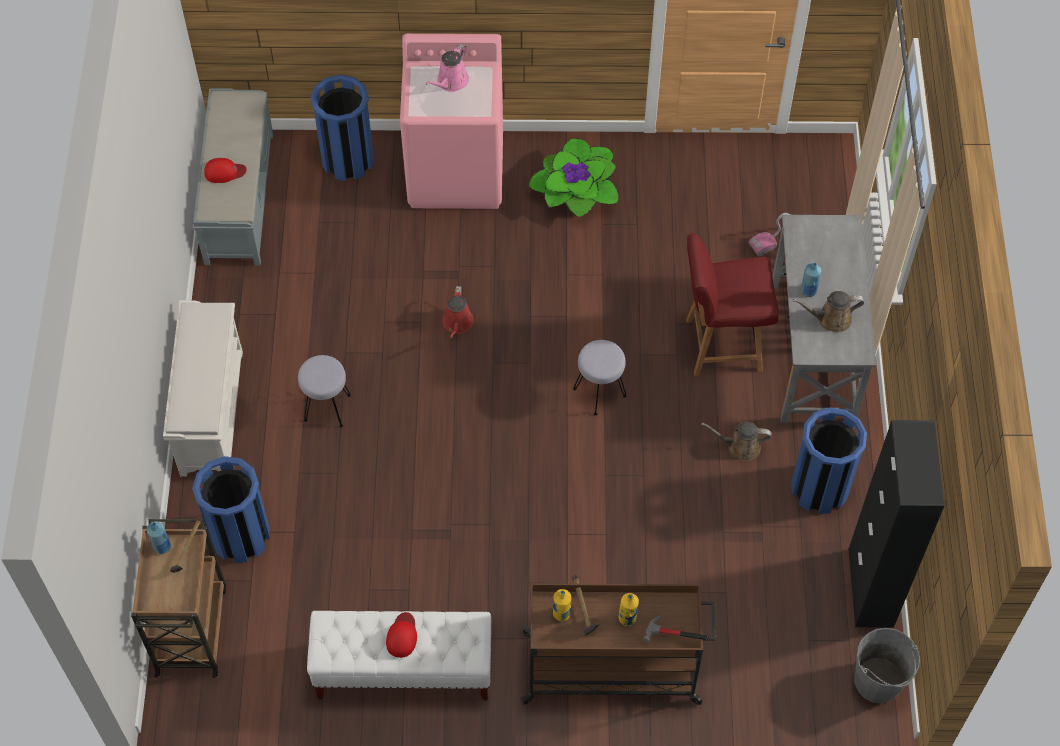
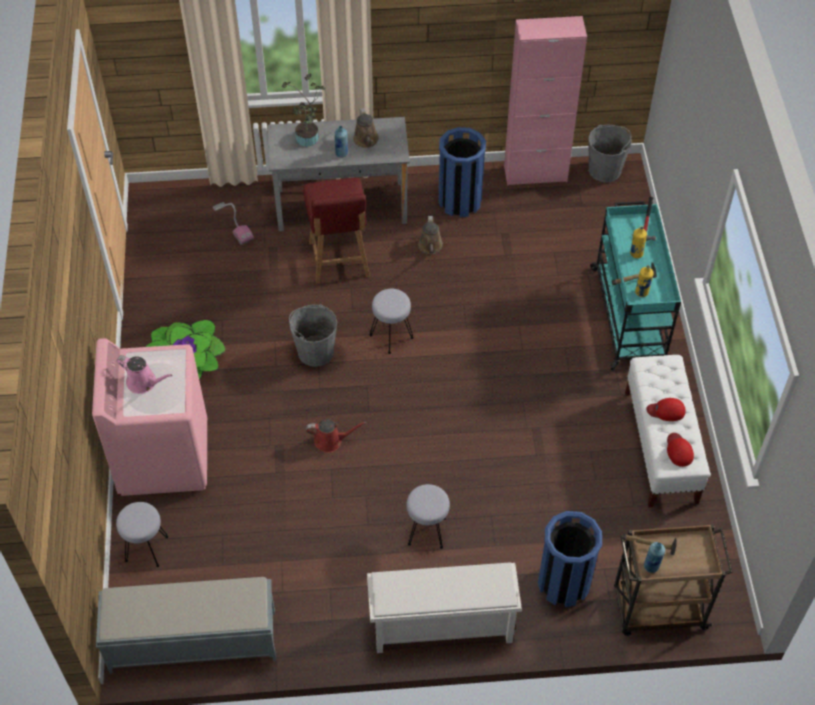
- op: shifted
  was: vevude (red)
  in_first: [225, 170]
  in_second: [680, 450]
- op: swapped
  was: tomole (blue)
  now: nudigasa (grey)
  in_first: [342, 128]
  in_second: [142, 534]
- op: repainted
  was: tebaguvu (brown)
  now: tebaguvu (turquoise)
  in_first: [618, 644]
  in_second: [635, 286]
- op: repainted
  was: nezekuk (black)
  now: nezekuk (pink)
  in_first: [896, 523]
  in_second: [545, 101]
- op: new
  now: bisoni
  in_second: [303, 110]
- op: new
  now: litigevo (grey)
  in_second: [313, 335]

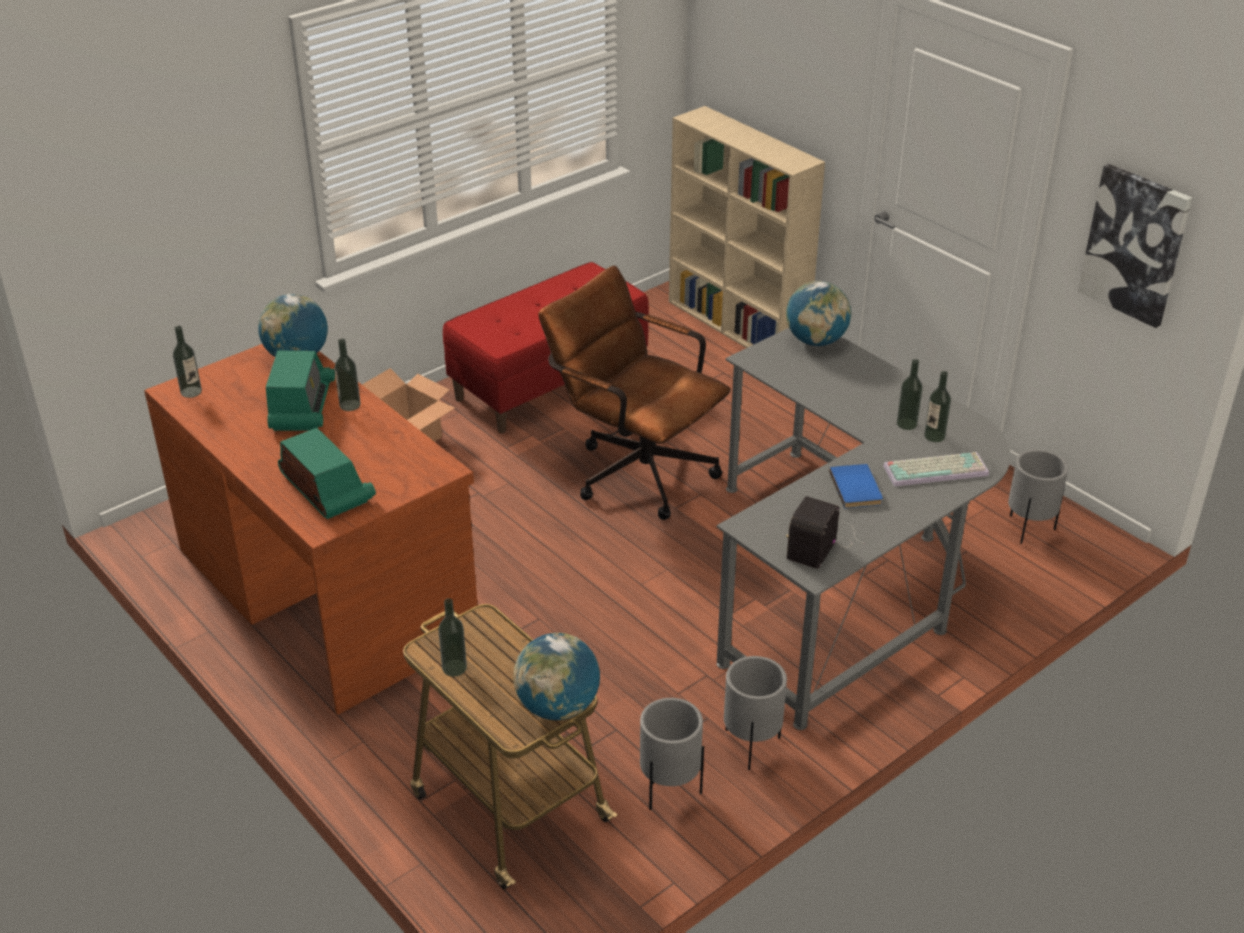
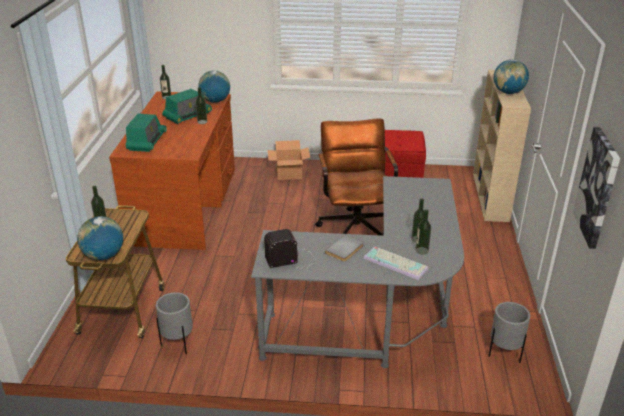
- op: gone
  was: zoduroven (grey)
  in_first: [755, 713]
- op: shifted
  was: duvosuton
  in_first: [818, 313]
  in_second: [511, 76]
- op: repainted
  was: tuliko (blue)
  now: tuliko (grey)
  in_first: [856, 486]
  in_second: [344, 248]

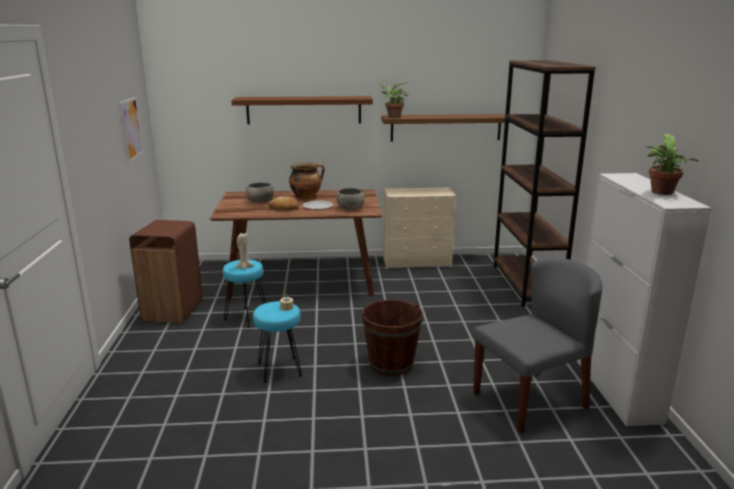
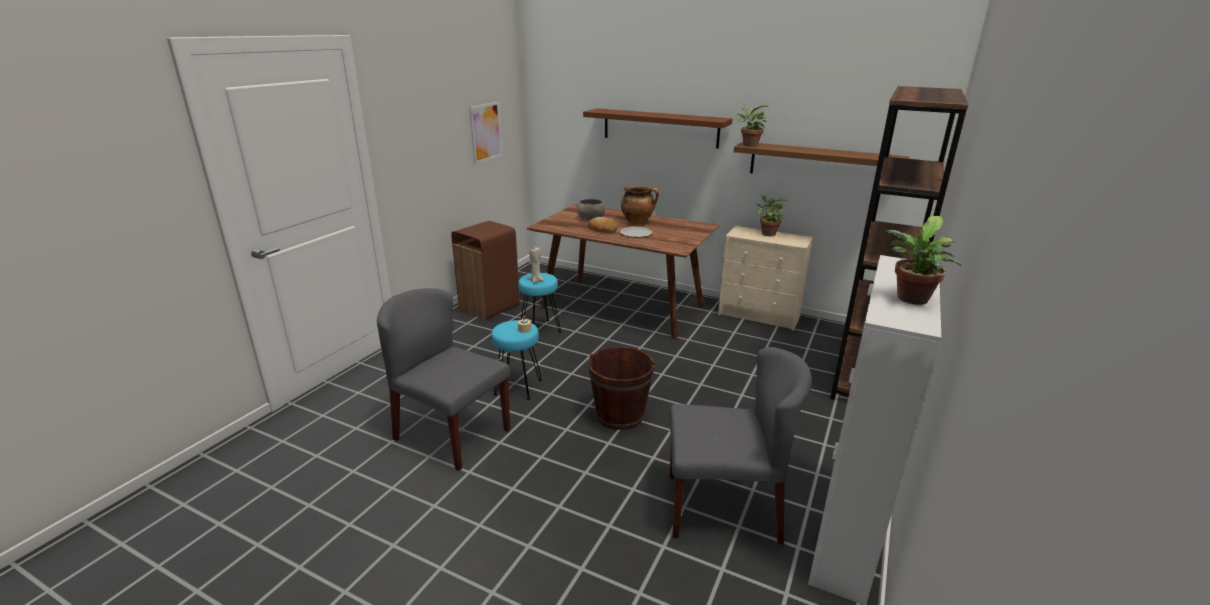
- op: gone
  was: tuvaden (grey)
  in_first: [350, 199]
- op: new
  now: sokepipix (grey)
  in_second: [443, 379]
- op: new
  now: bisoni
  in_second: [771, 215]

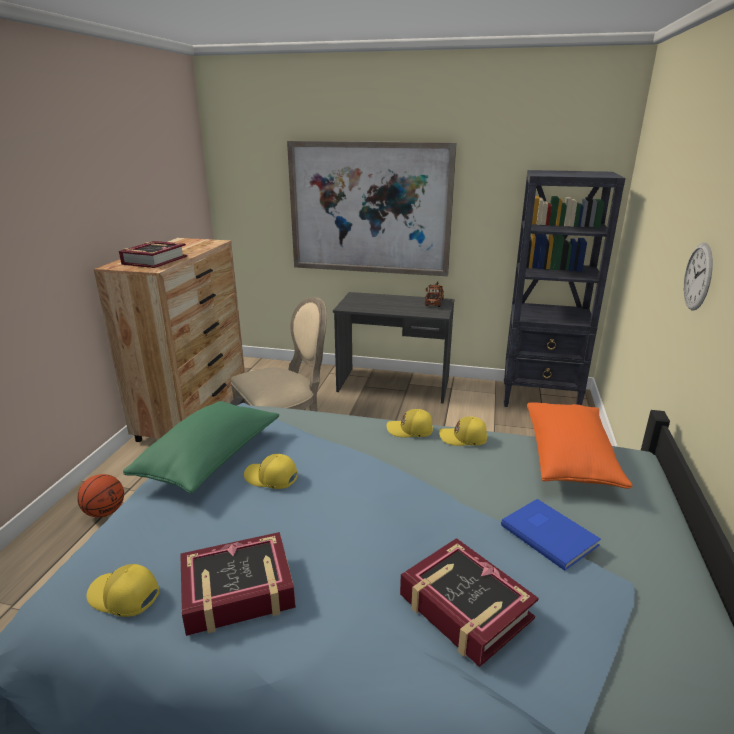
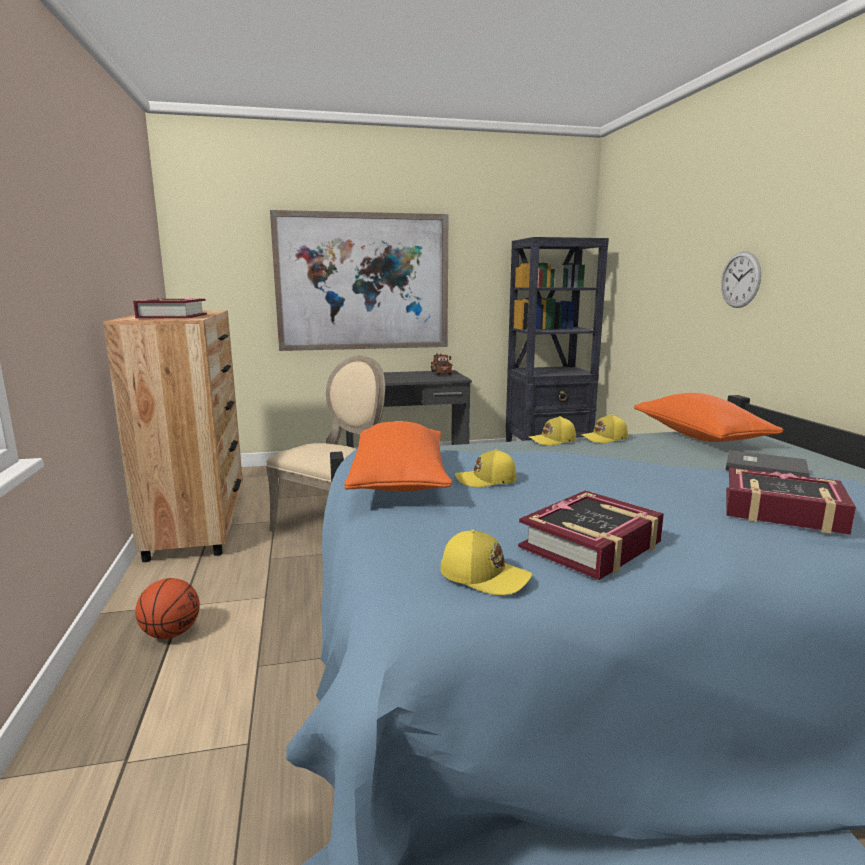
- op: rotated
  was: vevude (yellow)
  in_first: [123, 590]
  in_second: [486, 562]
  clockwise: -150
- op: repainted
  was: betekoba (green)
  now: betekoba (orange)
  in_first: [201, 447]
  in_second: [398, 456]
- op: repainted
  was: tuliko (blue)
  now: tuliko (grey)
  in_first: [551, 535]
  in_second: [768, 463]

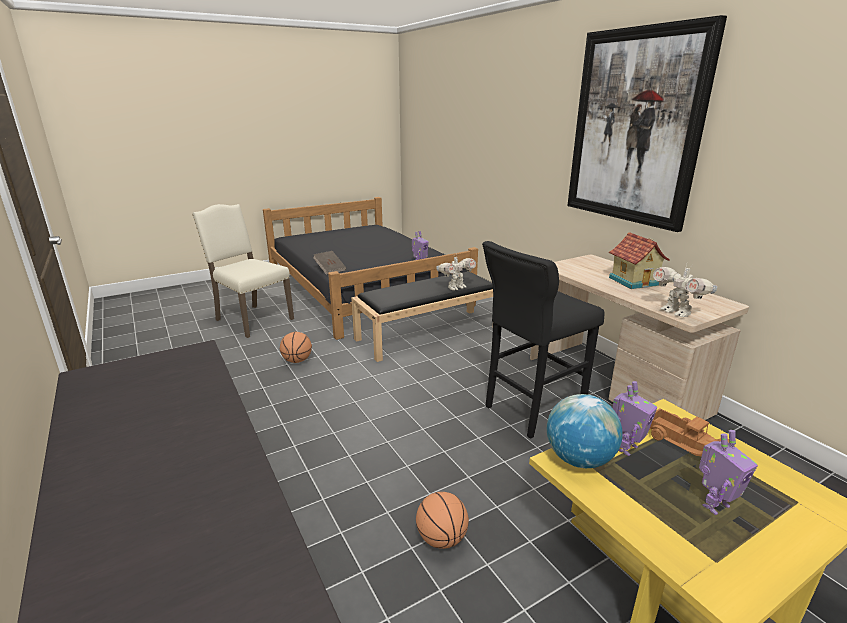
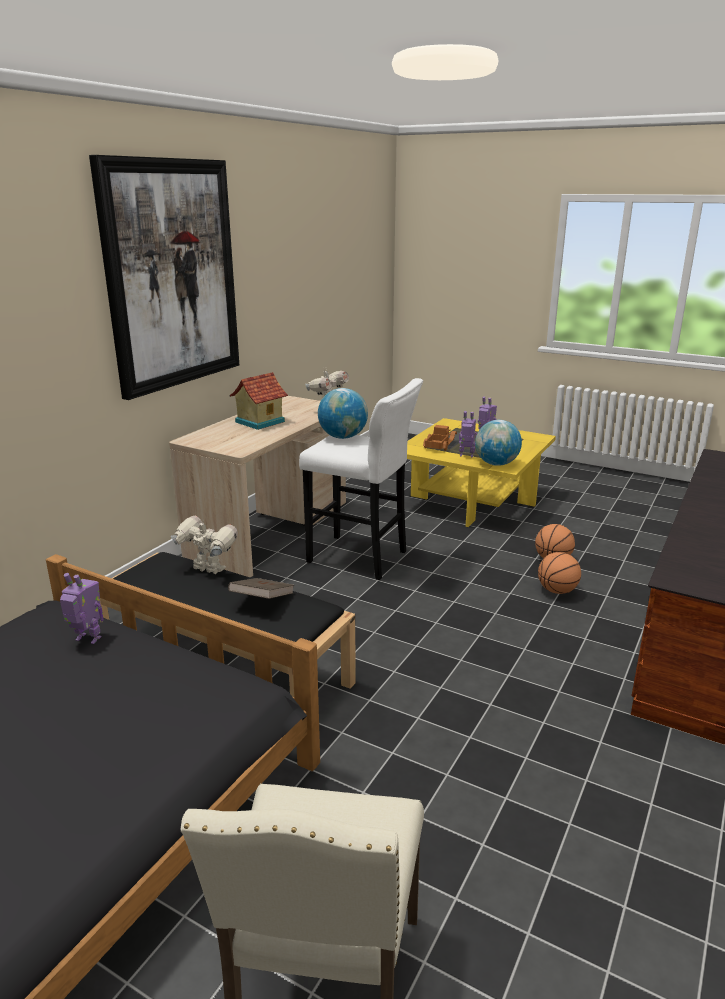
- op: shifted
  was: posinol
  in_first: [296, 347]
  in_second: [559, 573]
- op: shifted
  was: tuliko (brown)
  in_first: [330, 263]
  in_second: [261, 588]
- op: repainted
  was: nudigasa (black)
  now: nudigasa (white)
  in_first: [543, 340]
  in_second: [361, 479]
- op: new
  now: duvosuton
  in_second: [343, 413]

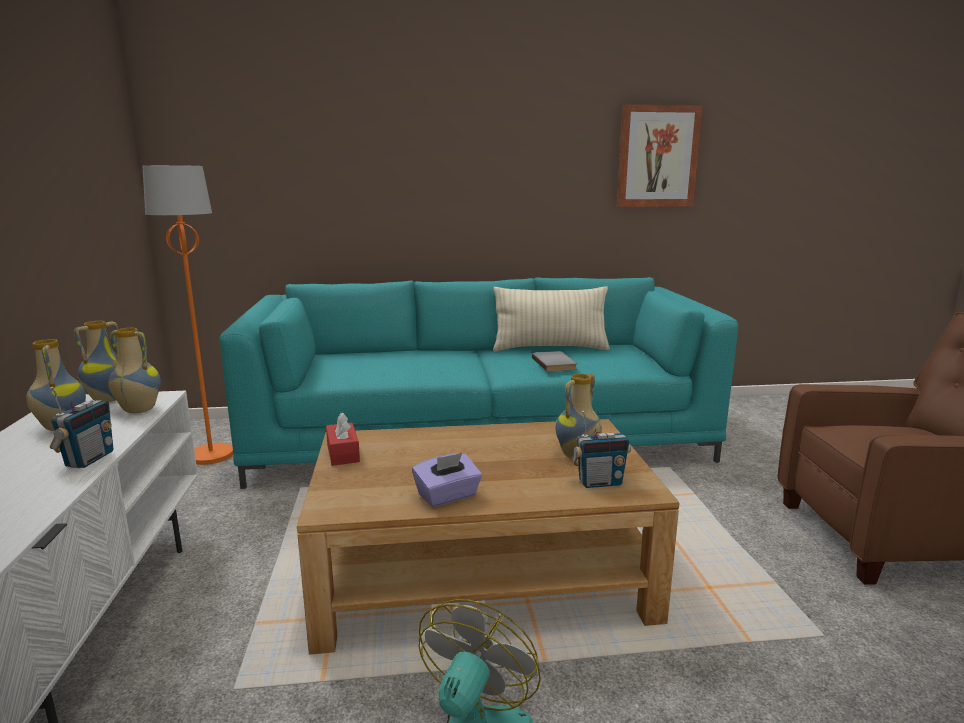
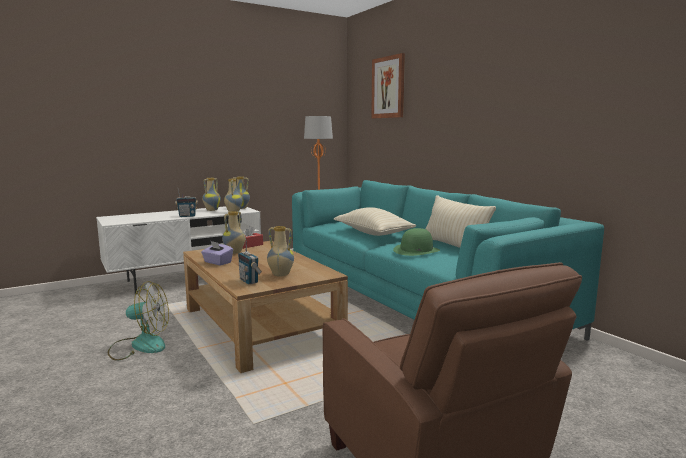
- op: swapped
  was: tuliko (grey)
  now: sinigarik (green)
  in_first: [554, 361]
  in_second: [416, 242]
- op: shifted
  was: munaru
  in_first: [660, 155]
  in_second: [388, 86]
- op: new
  now: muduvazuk
  in_second: [233, 232]
- op: new
  now: betekoba (beige)
  in_second: [375, 221]

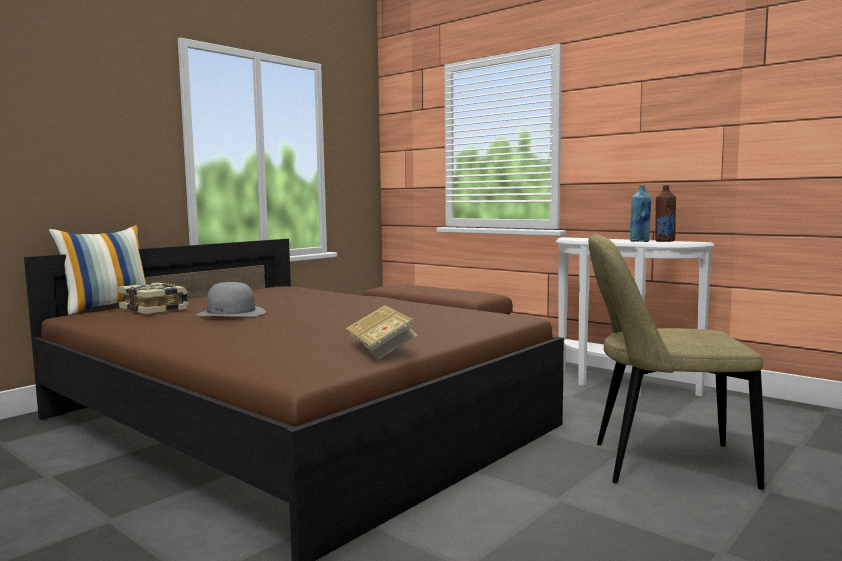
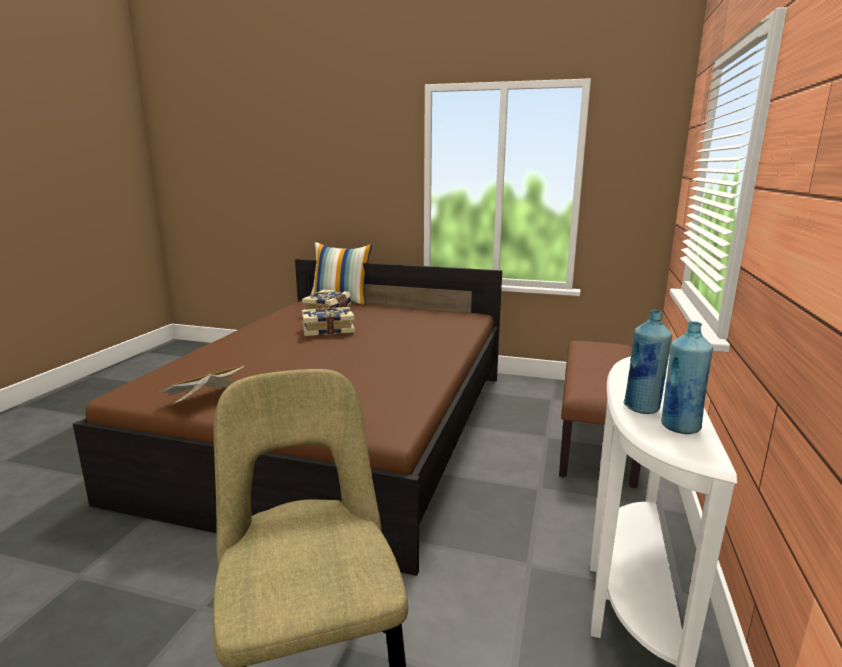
- op: swapped
  was: sinigarik (grey)
  now: tuliko
  in_first: [231, 299]
  in_second: [328, 321]
- op: repainted
  was: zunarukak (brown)
  now: zunarukak (blue)
  in_first: [665, 213]
  in_second: [687, 377]

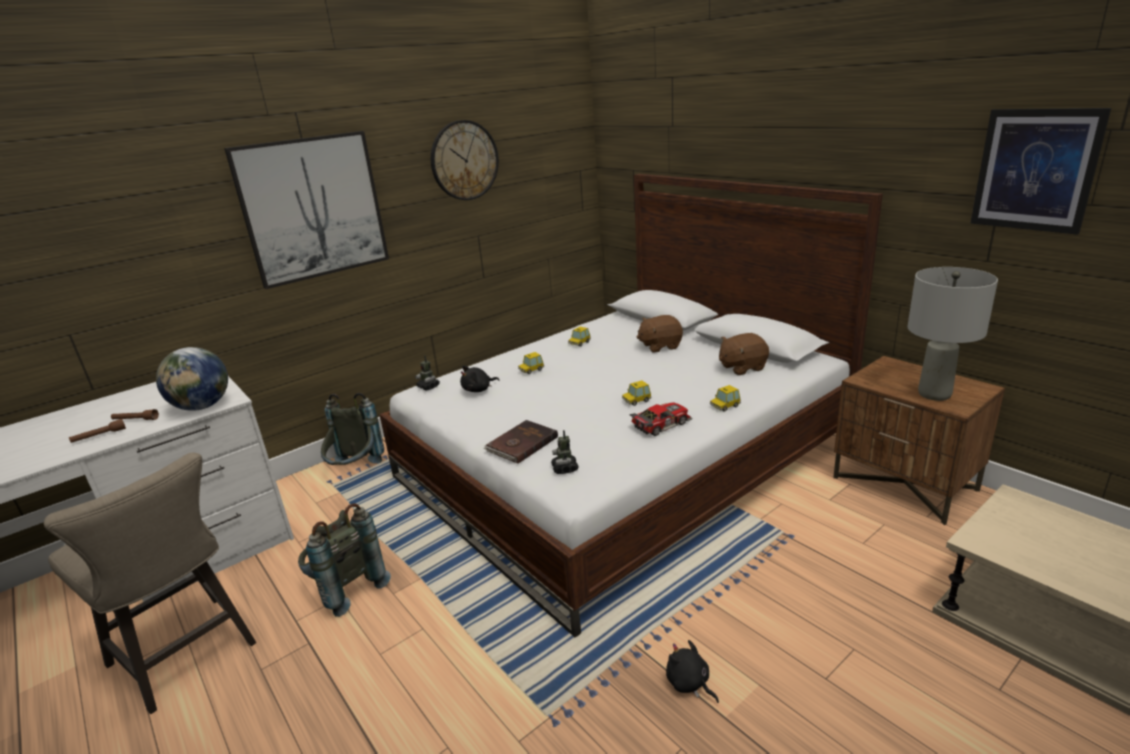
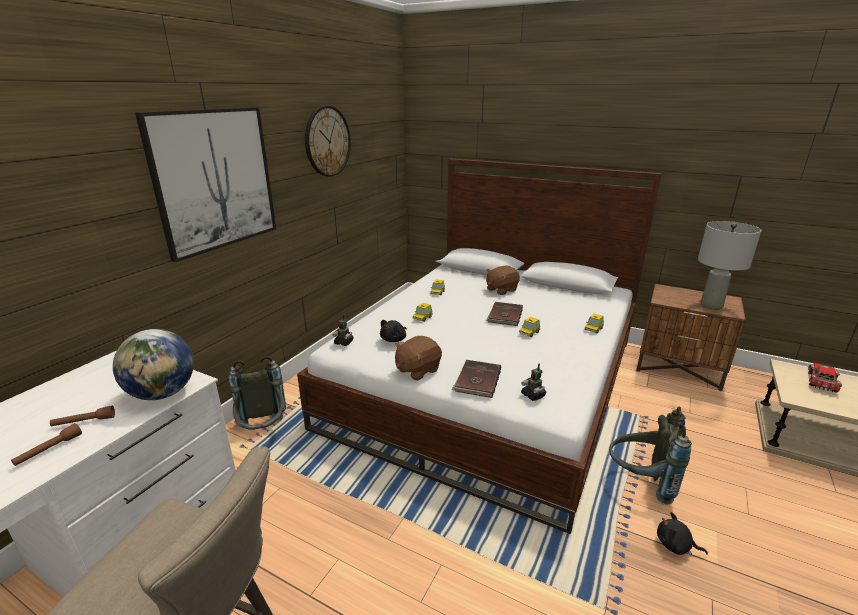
- op: shifted
  was: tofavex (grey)
  in_first: [344, 560]
  in_second: [650, 455]
- op: shifted
  was: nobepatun
  in_first: [661, 419]
  in_second: [825, 377]
- op: shifted
  was: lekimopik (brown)
  in_first: [744, 354]
  in_second: [418, 358]
- op: gone
  was: munaru
  in_first: [1041, 171]
- op: new
  now: tuliko (brown)
  in_second: [504, 314]

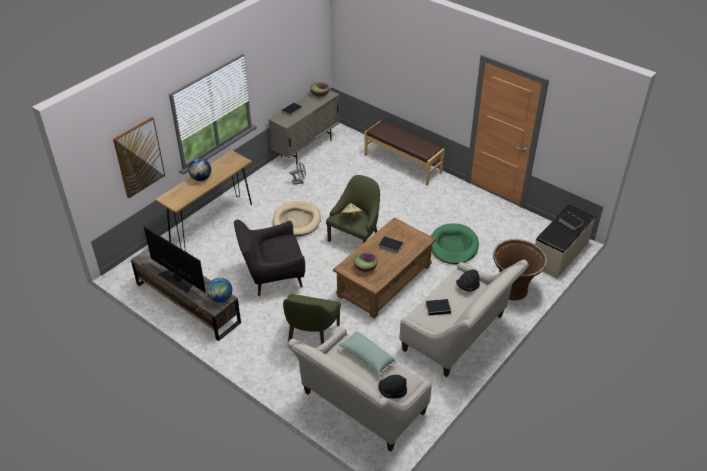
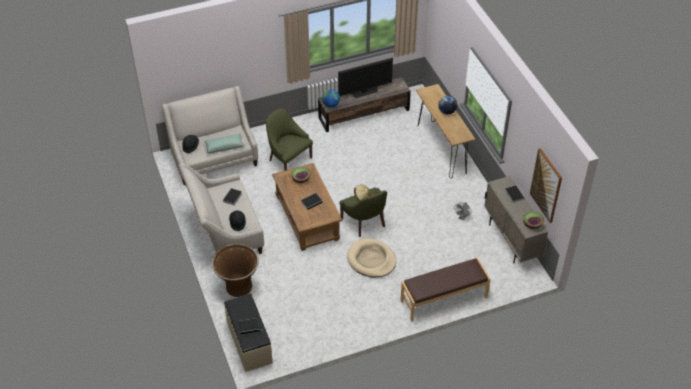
- op: shifted
  was: munaru
  in_first: [139, 157]
  in_second: [546, 185]
- op: gone
  was: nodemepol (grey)
  in_first: [269, 258]
- op: shifted
  was: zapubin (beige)
  in_first: [297, 219]
  in_second: [371, 257]
- op: gone
  was: zapubin (green)
  in_first: [455, 243]

